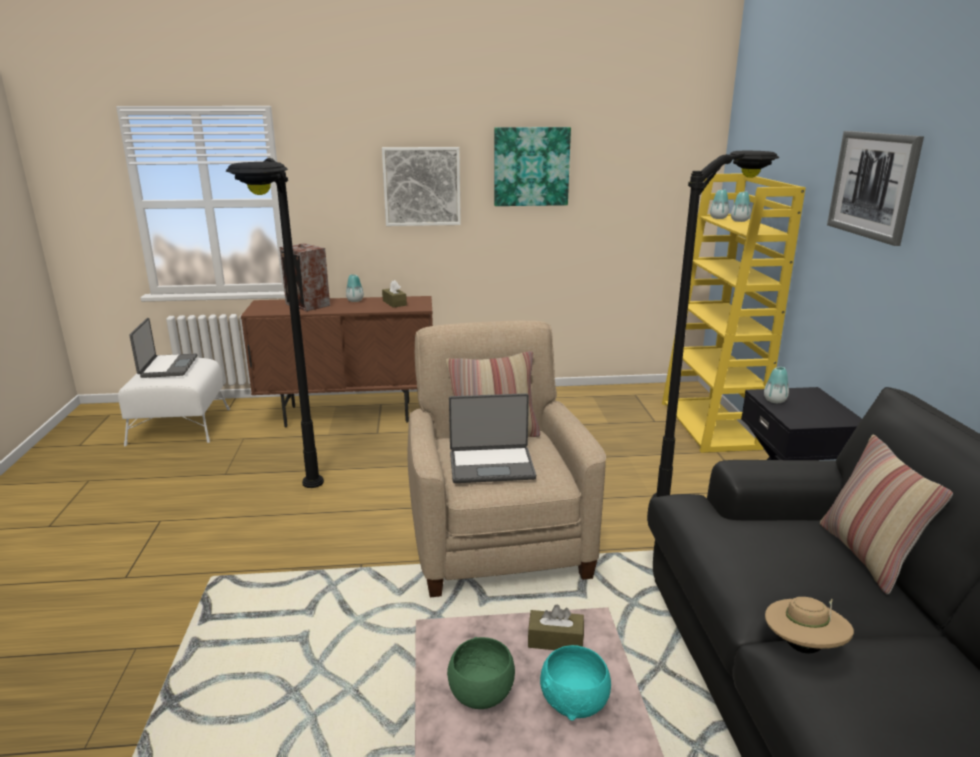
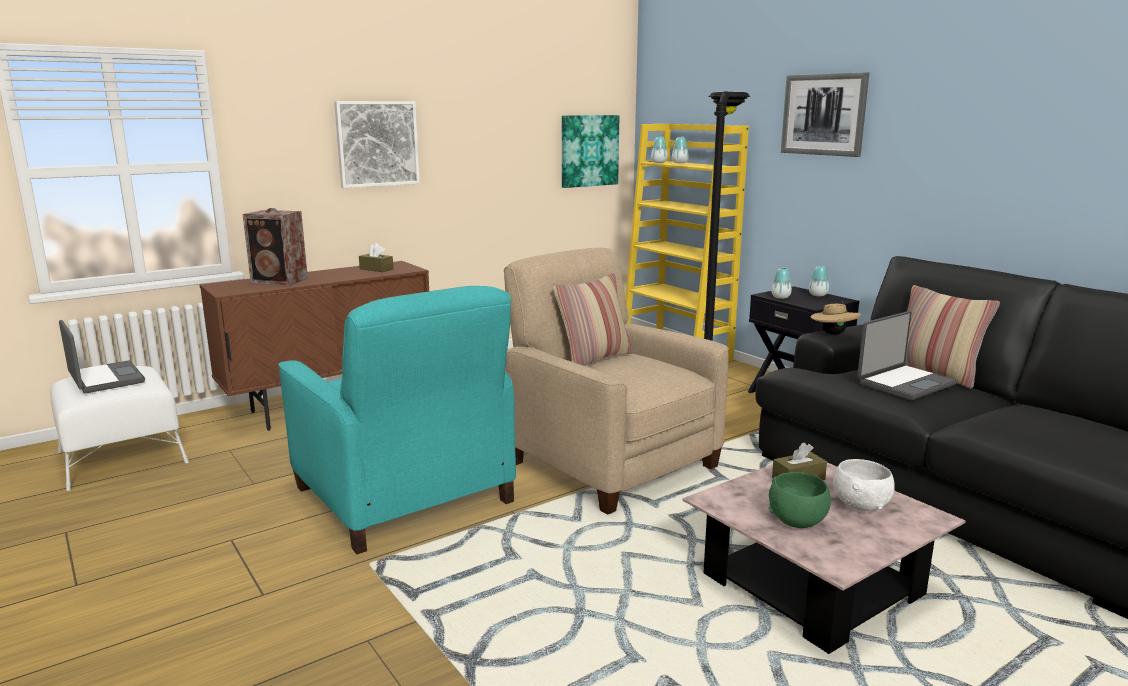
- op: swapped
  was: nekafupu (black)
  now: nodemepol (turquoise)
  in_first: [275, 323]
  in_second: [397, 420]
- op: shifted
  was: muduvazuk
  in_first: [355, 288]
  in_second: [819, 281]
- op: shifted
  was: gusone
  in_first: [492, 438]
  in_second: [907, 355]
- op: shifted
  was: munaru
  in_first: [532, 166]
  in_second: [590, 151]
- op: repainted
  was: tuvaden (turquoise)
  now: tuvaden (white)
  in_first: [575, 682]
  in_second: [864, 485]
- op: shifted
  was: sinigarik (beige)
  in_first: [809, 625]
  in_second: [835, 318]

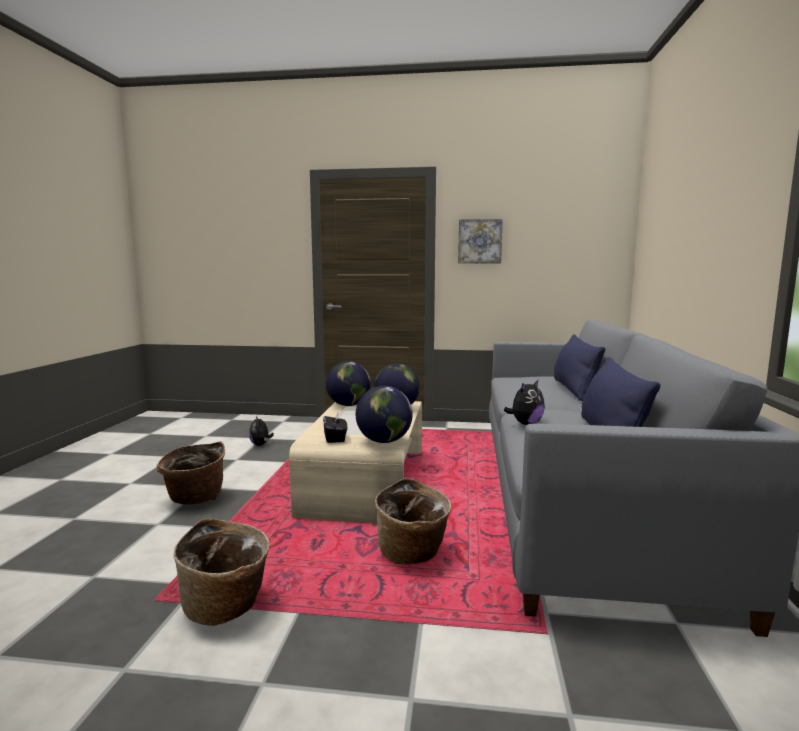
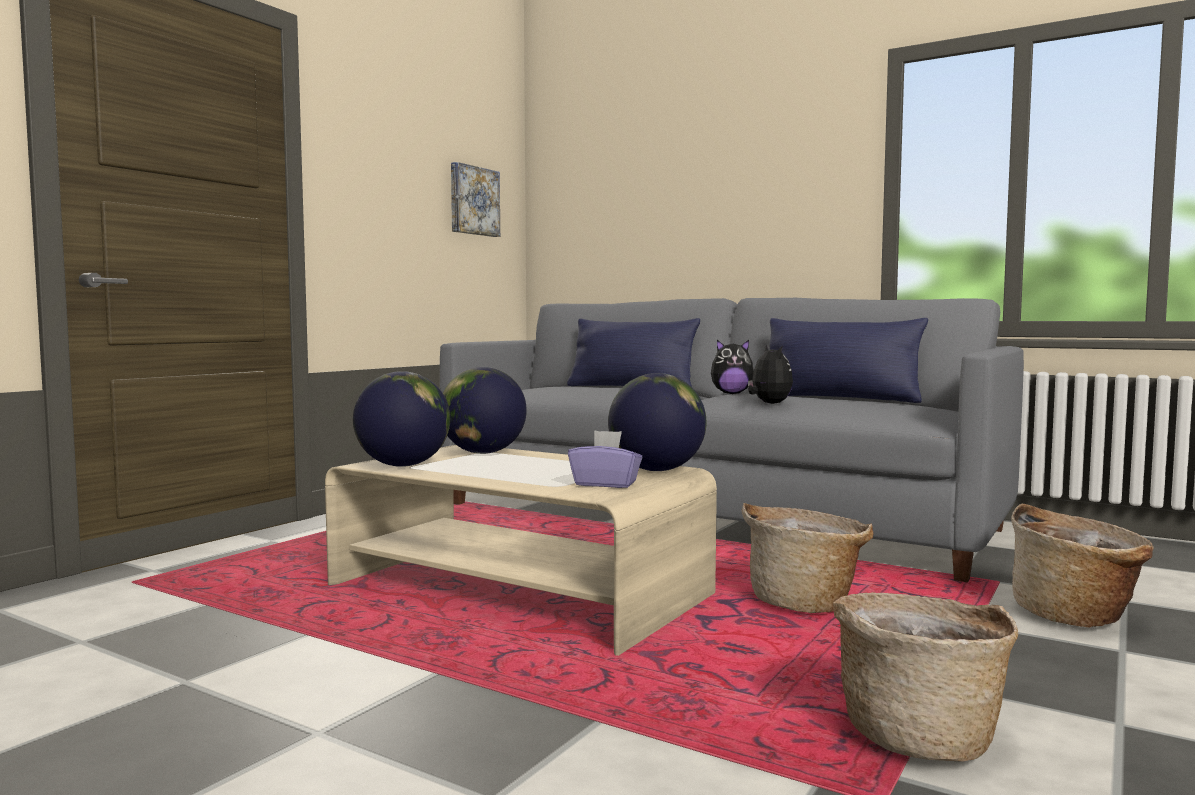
- op: shifted
  was: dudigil
  in_first: [191, 473]
  in_second: [1082, 565]
- op: shifted
  was: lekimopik
  in_first: [261, 431]
  in_second: [732, 367]
- op: repainted
  was: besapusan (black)
  now: besapusan (purple)
  in_first: [335, 427]
  in_second: [605, 459]
- op: shifted
  was: munaru
  in_first: [480, 241]
  in_second: [475, 199]

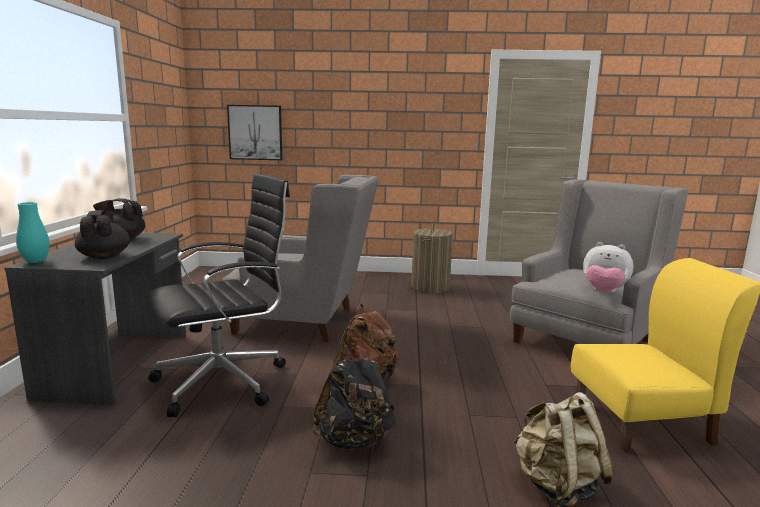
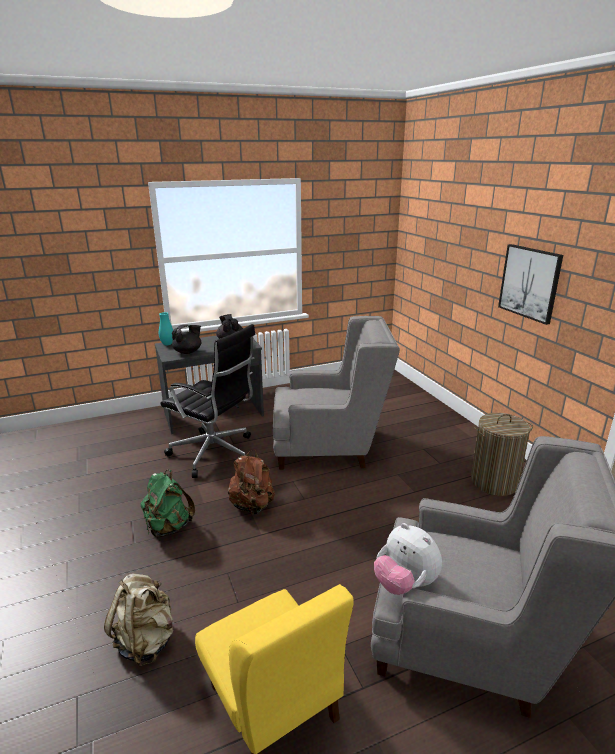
- op: rotated
  was: nodemepol (grey)
  in_first: [300, 258]
  in_second: [336, 393]
  clockwise: -75
- op: shifted
  was: munaru
  in_first: [254, 132]
  in_second: [530, 284]
- op: repainted
  was: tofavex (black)
  now: tofavex (green)
  in_first: [354, 398]
  in_second: [167, 503]
- op: rotated
  was: lekimopik
  in_first: [608, 267]
  in_second: [408, 559]
  clockwise: -45

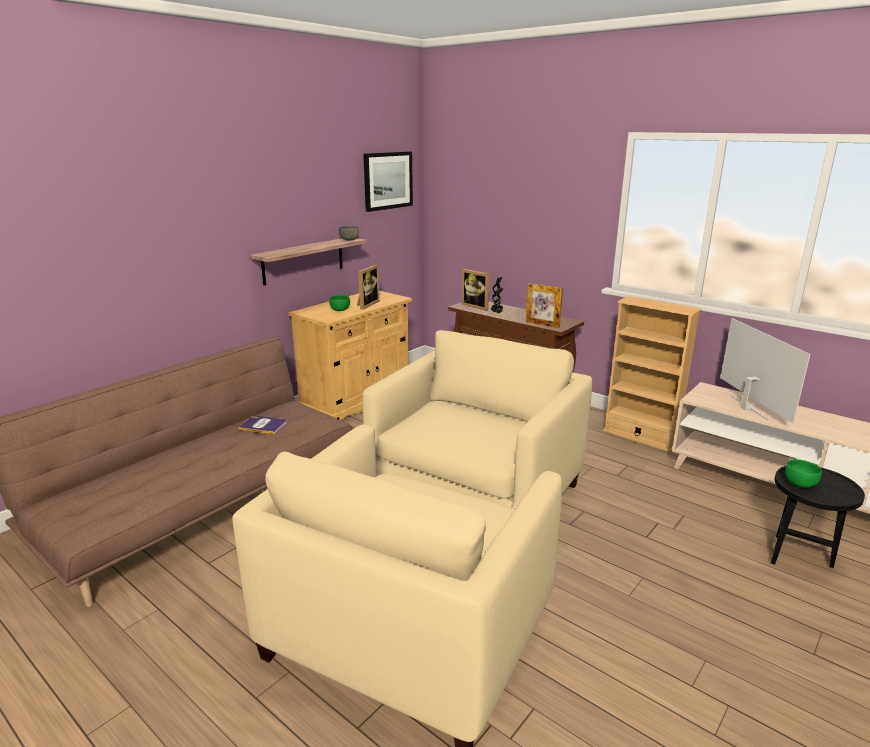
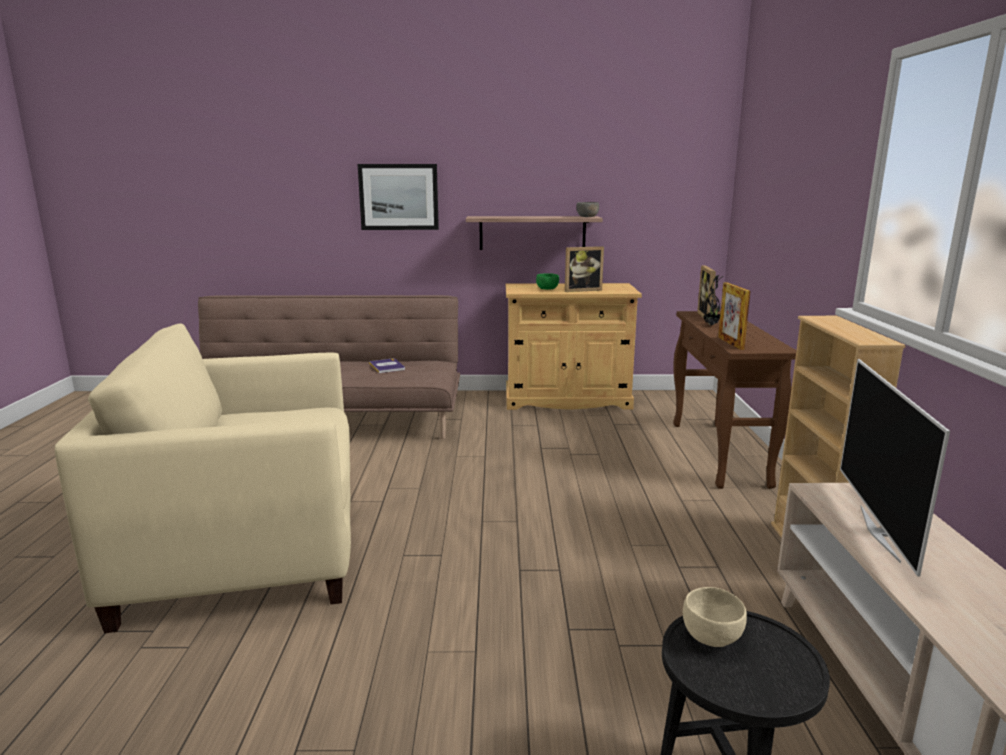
- op: gone
  was: nodemepol (beige)
  in_first: [477, 419]
- op: shifted
  was: munaru
  in_first: [388, 181]
  in_second: [398, 197]
- op: rotated
  was: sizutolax
  in_first: [765, 370]
  in_second: [895, 468]
  clockwise: 150
- op: repainted
  was: tuvaden (green)
  now: tuvaden (beige)
  in_first: [803, 473]
  in_second: [715, 617]

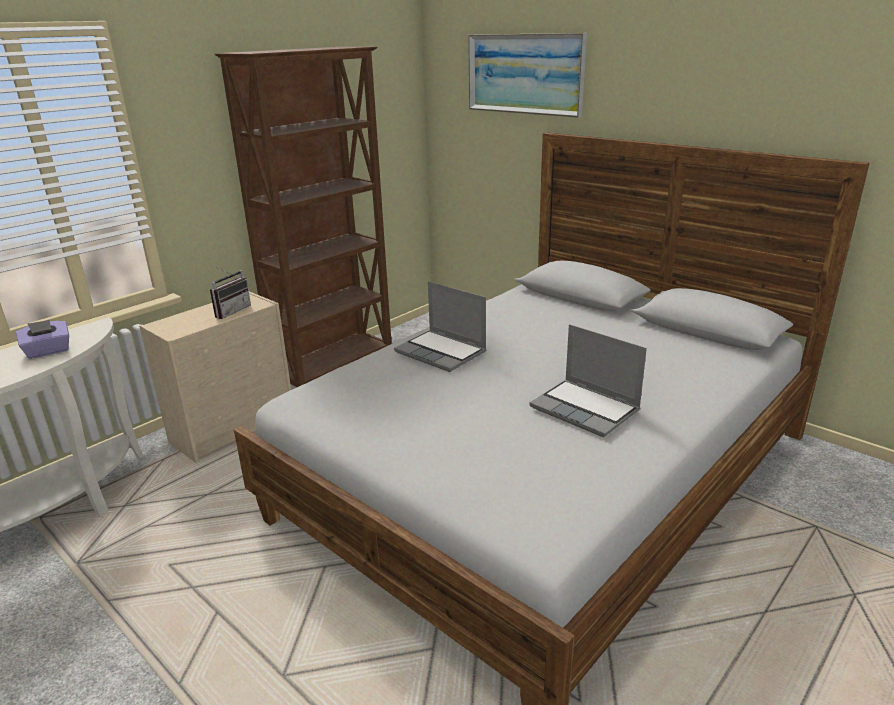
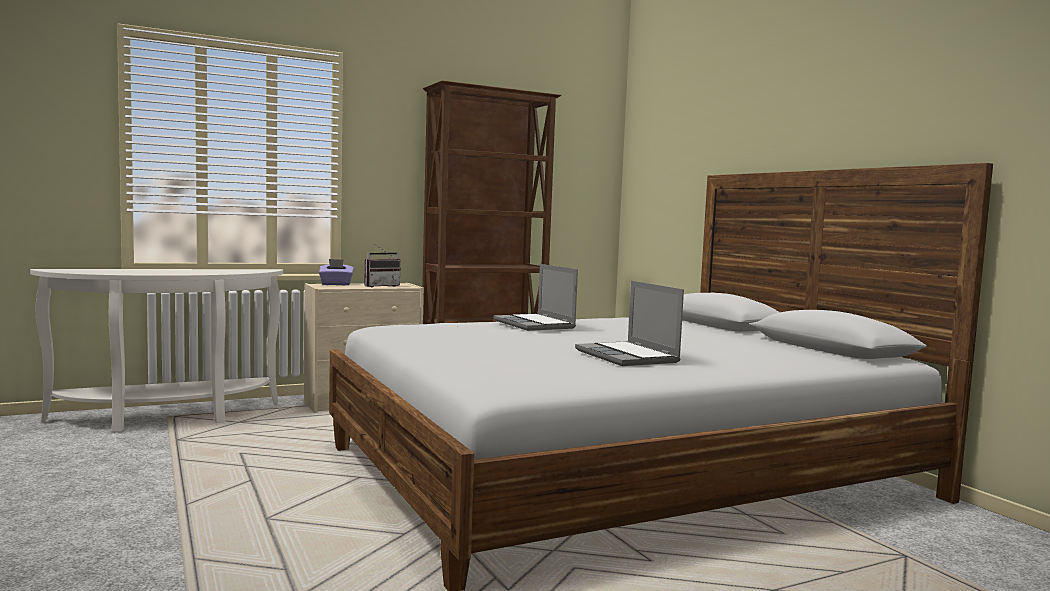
- op: shifted
  was: besapusan (purple)
  in_first: [42, 339]
  in_second: [336, 272]
- op: gone
  was: munaru
  in_first: [527, 75]

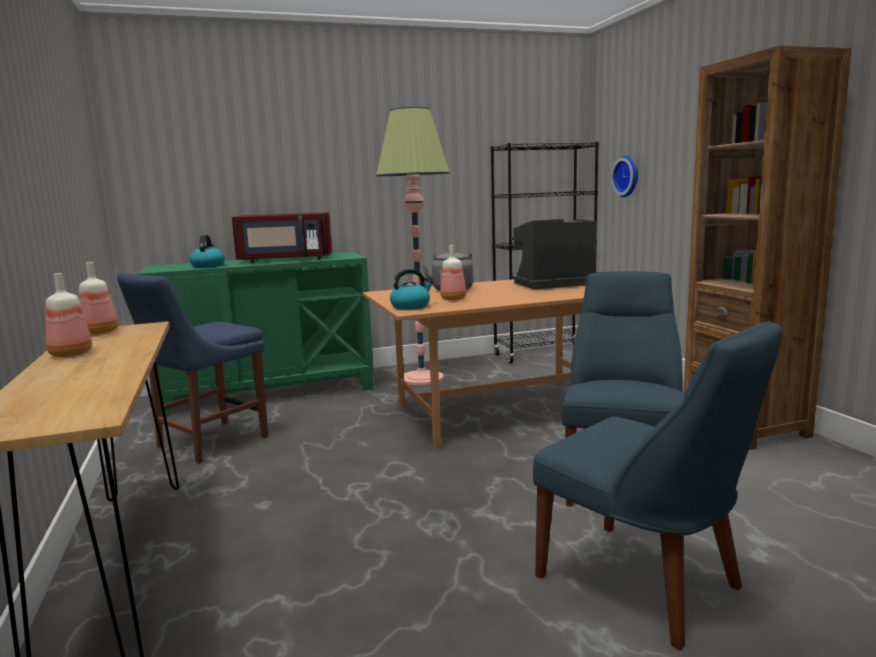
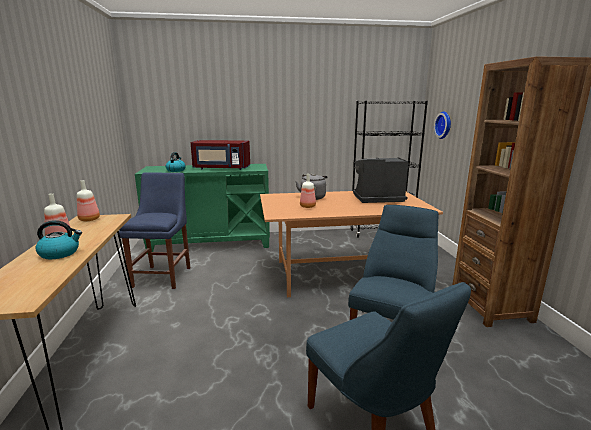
- op: rotated
  was: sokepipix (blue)
  in_first: [192, 368]
  in_second: [154, 230]
  clockwise: 135
- op: gone
  was: nekafupu
  in_first: [413, 246]
- op: shifted
  was: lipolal
  in_first: [411, 289]
  in_second: [58, 239]

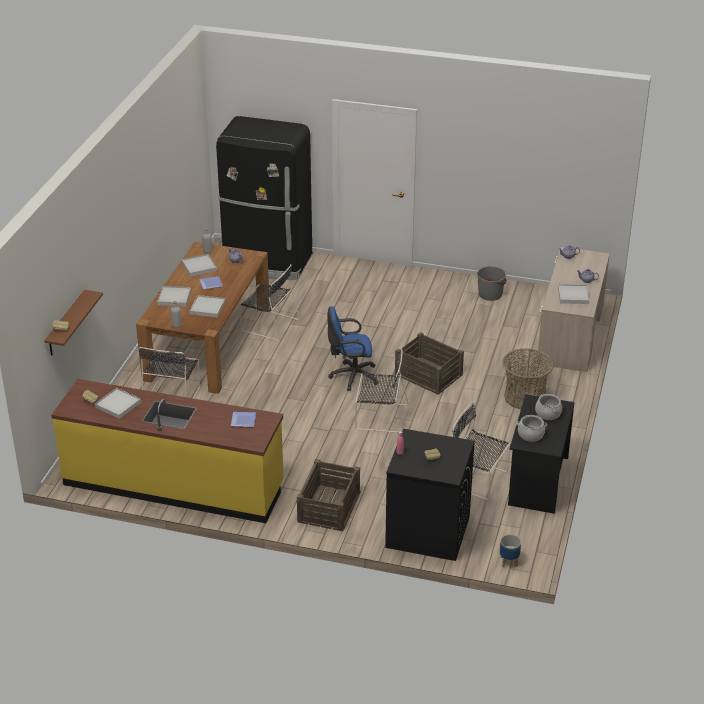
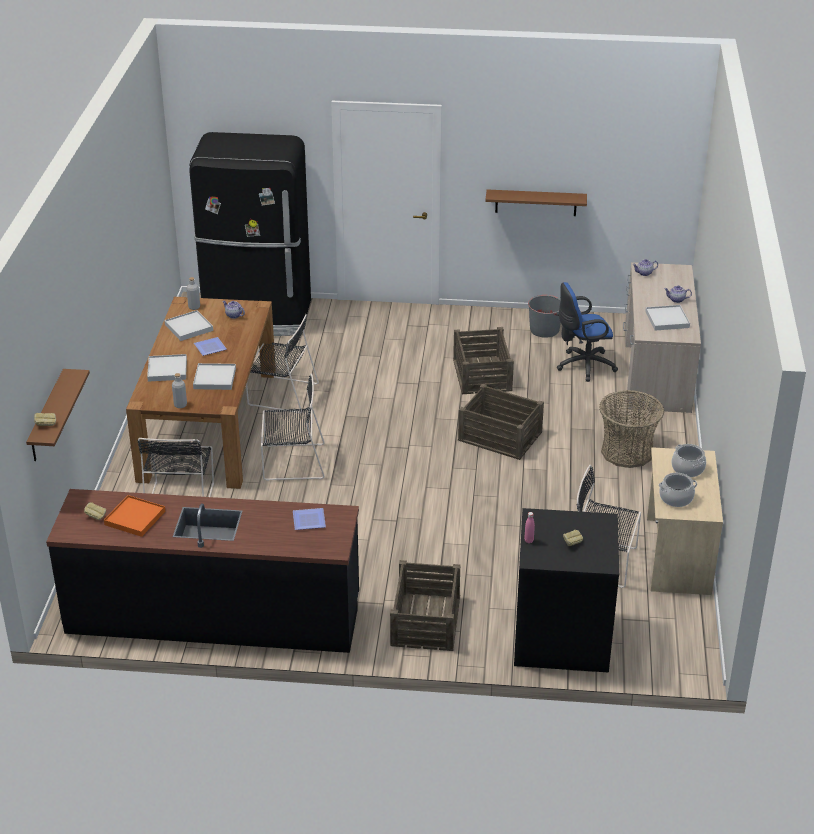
- op: repainted
  was: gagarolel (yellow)
  now: gagarolel (black)
  in_first: [167, 451]
  in_second: [202, 571]
- op: repainted
  was: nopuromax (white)
  now: nopuromax (orange)
  in_first: [118, 403]
  in_second: [134, 516]
- op: shifted
  was: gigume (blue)
  in_first: [353, 348]
  in_second: [587, 332]
- op: shifted
  was: sokepipix (black)
  in_first: [382, 390]
  in_second: [293, 427]
- op: gone
  was: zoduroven
  in_first: [510, 551]
- op: repainted
  was: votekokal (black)
  now: votekokal (beige)
  in_first: [541, 454]
  in_second: [685, 521]
- op: new
  now: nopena
  in_second: [483, 360]
- op: new
  now: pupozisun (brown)
  in_second: [536, 202]

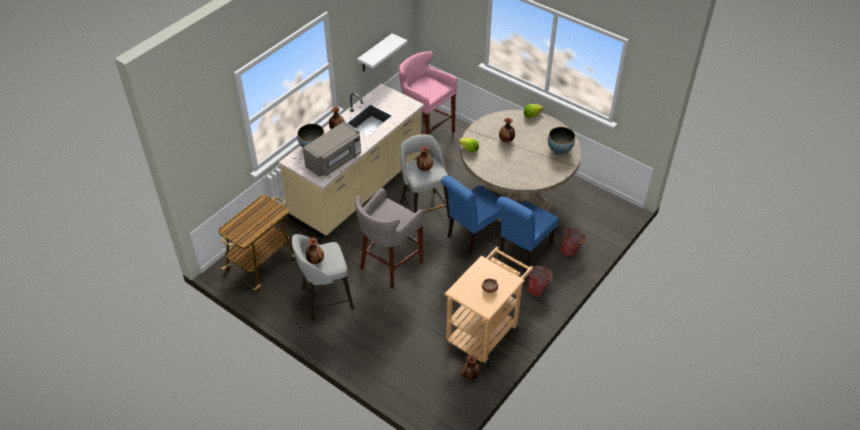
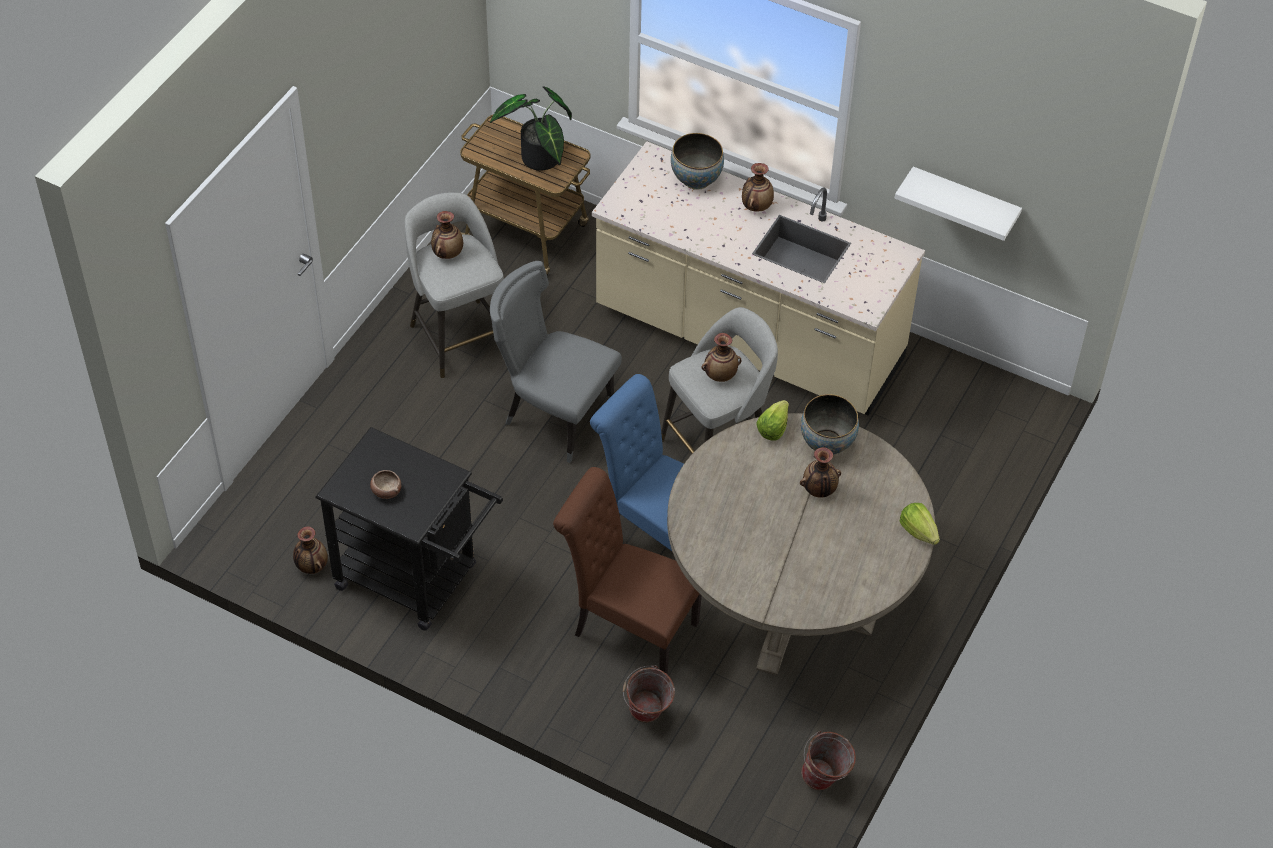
- op: gone
  was: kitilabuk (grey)
  in_first: [332, 149]
- op: swapped
  was: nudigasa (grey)
  now: sokepipix (grey)
  in_first: [389, 238]
  in_second: [556, 362]
- op: gone
  was: nudigasa (pink)
  in_first: [428, 101]
- op: repainted
  was: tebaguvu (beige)
  now: tebaguvu (black)
  in_first: [488, 306]
  in_second: [409, 529]
- op: repainted
  was: sokepipix (blue)
  now: sokepipix (brown)
  in_first: [527, 234]
  in_second: [627, 571]
- op: shifted
  was: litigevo
  in_first: [540, 281]
  in_second: [828, 760]
- op: shifted
  was: tuvaden
  in_first: [561, 141]
  in_second: [830, 424]
- op: new
  now: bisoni
  in_second: [531, 128]

